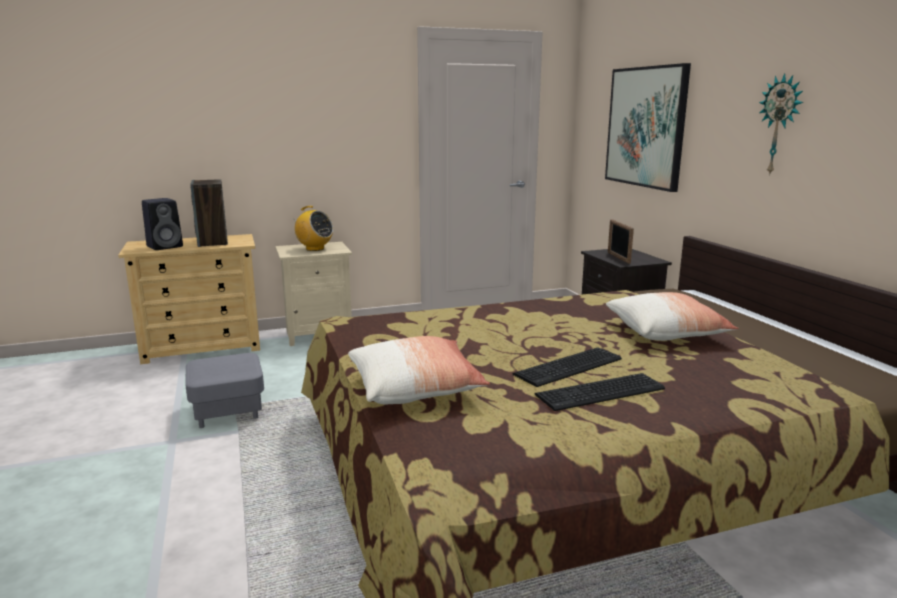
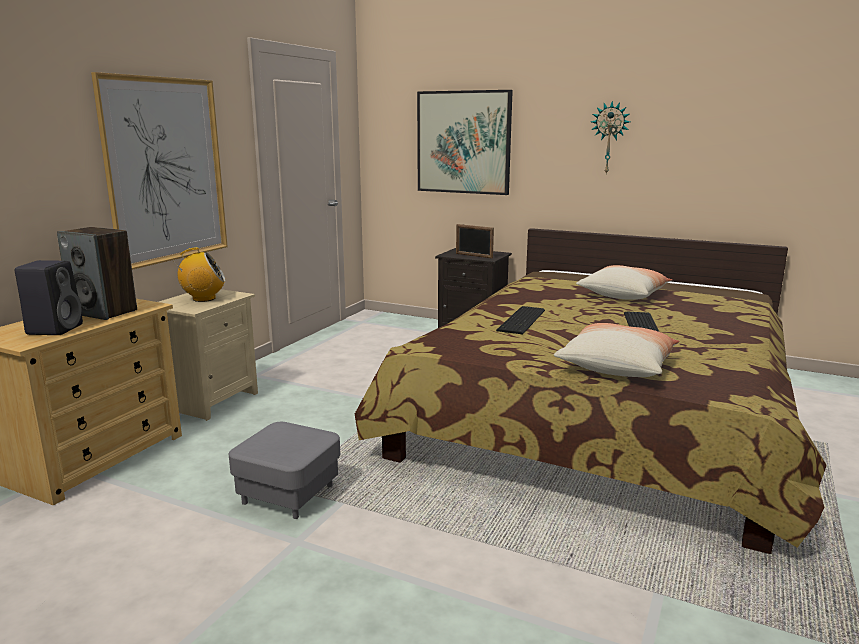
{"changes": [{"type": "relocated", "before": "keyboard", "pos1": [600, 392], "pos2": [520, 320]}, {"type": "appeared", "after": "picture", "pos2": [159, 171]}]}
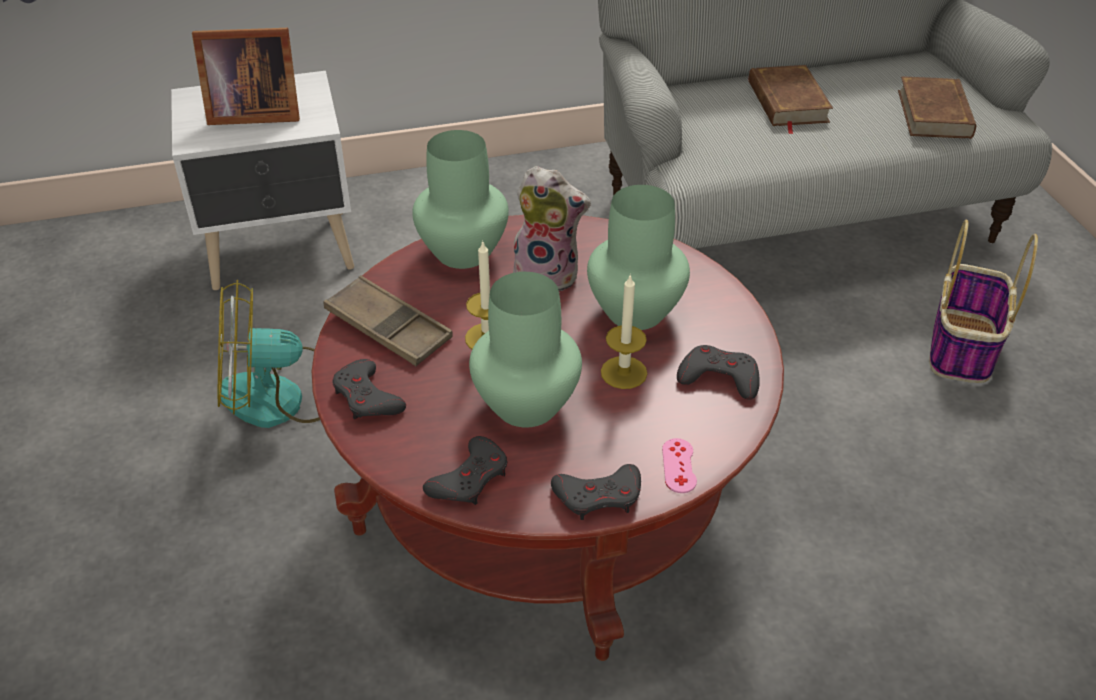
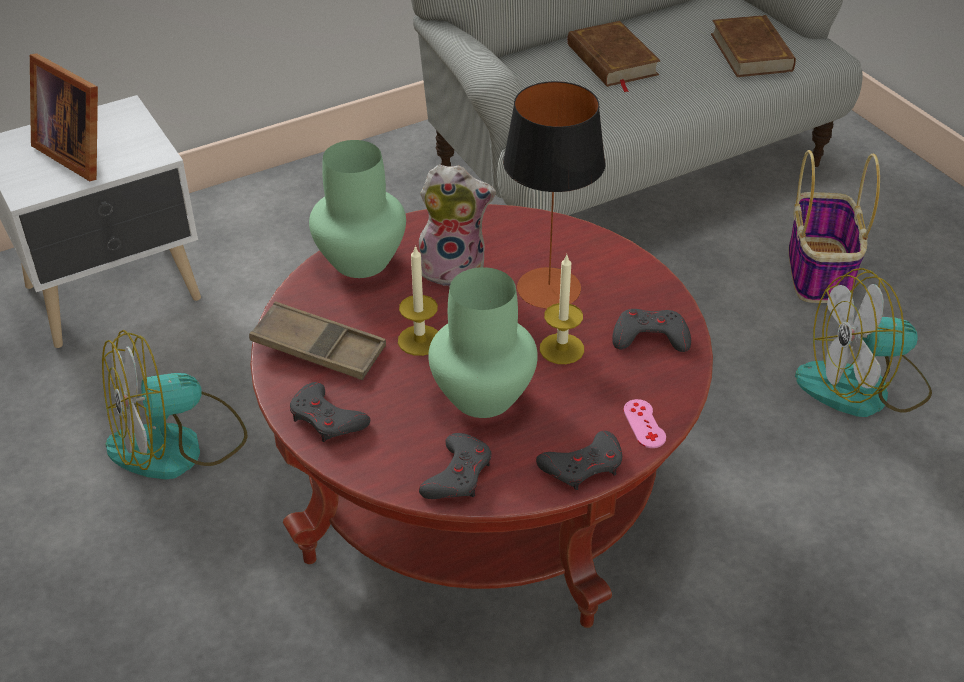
{"changes": [{"type": "spun", "before": "picture frame", "pos1": [246, 76], "pos2": [64, 117], "turn": 60}, {"type": "exchanged", "before": "vase/green", "after": "table lamp", "pos1": [638, 257], "pos2": [554, 195]}, {"type": "appeared", "after": "fan", "pos2": [863, 342]}]}
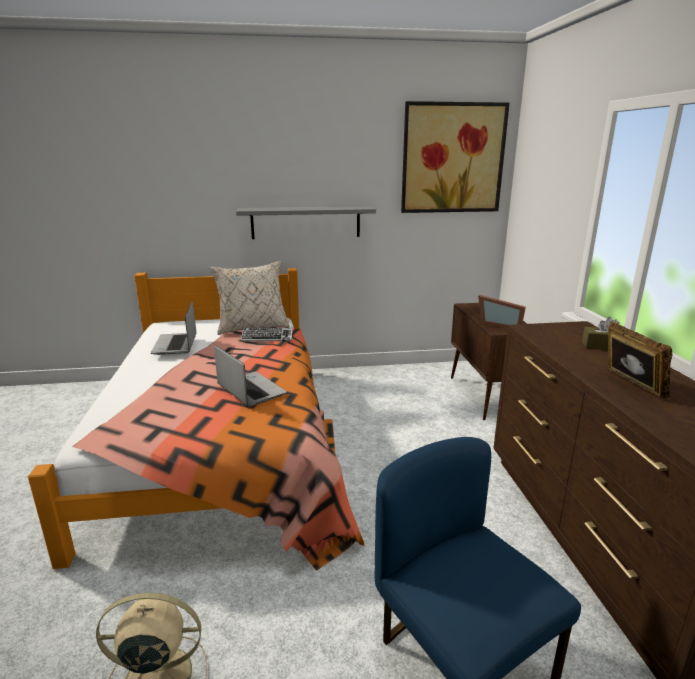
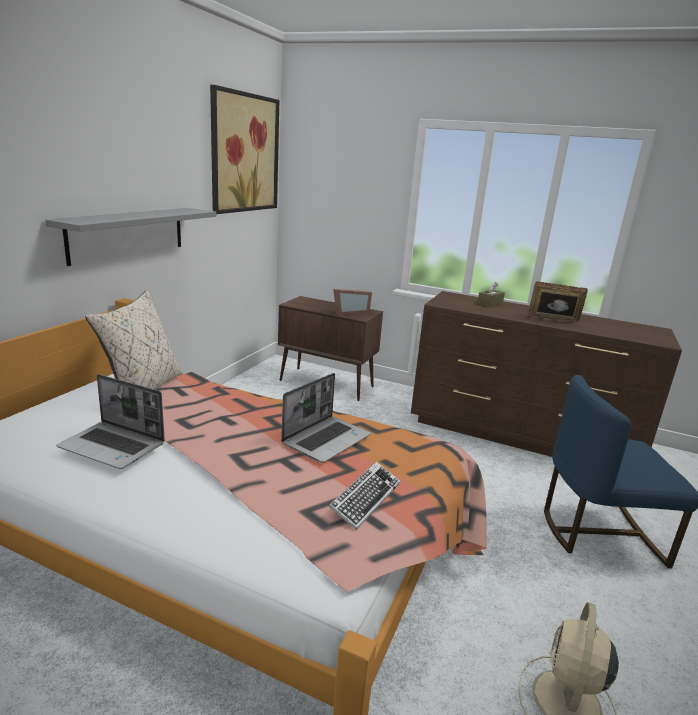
{"changes": [{"type": "spun", "before": "laptop", "pos1": [250, 375], "pos2": [326, 418], "turn": 135}, {"type": "relocated", "before": "keyboard", "pos1": [267, 334], "pos2": [364, 496]}]}
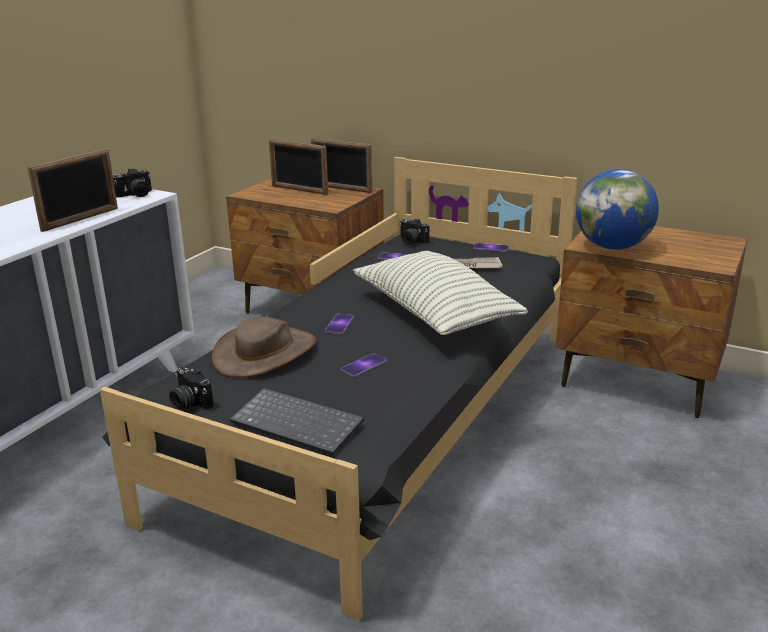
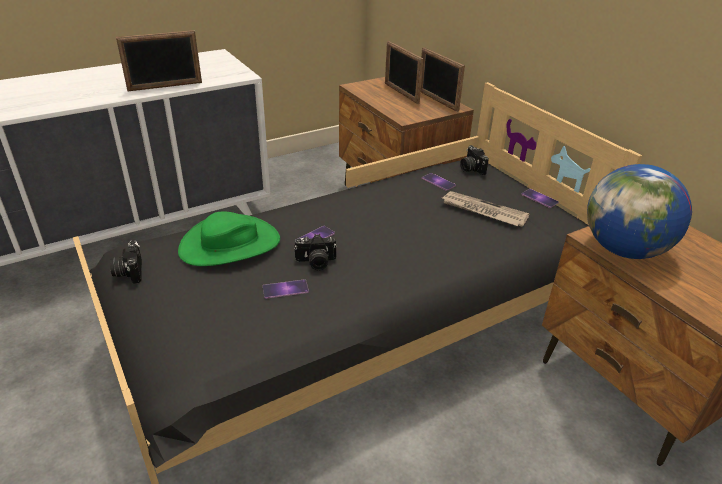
{"changes": [{"type": "relocated", "before": "photo camera", "pos1": [132, 182], "pos2": [315, 252]}, {"type": "colour", "before": "hat/brown", "after": "hat/green", "pos1": [264, 347], "pos2": [229, 239]}, {"type": "missing", "before": "keyboard", "pos1": [297, 421]}, {"type": "missing", "before": "pillow", "pos1": [440, 293]}]}
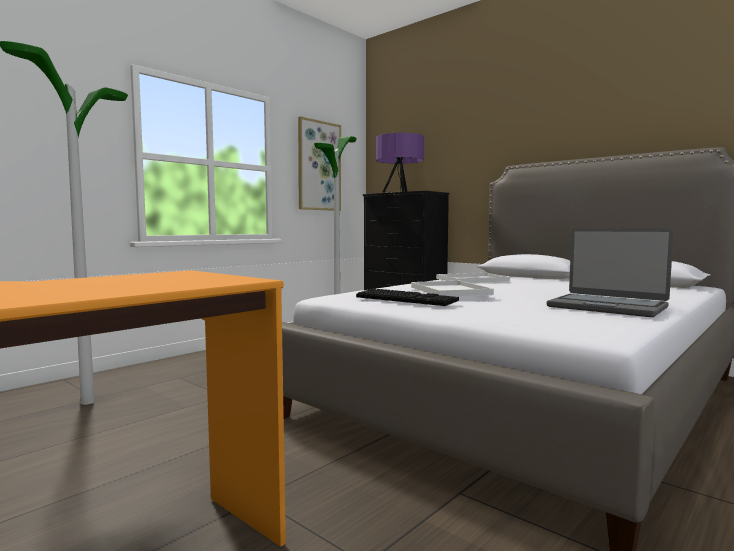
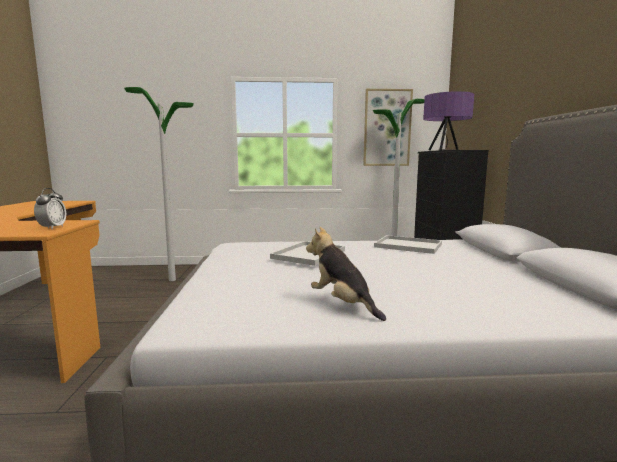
{"changes": [{"type": "missing", "before": "keyboard", "pos1": [407, 297]}, {"type": "exchanged", "before": "laptop", "after": "plush toy", "pos1": [610, 272], "pos2": [346, 274]}, {"type": "appeared", "after": "alarm clock", "pos2": [50, 208]}]}
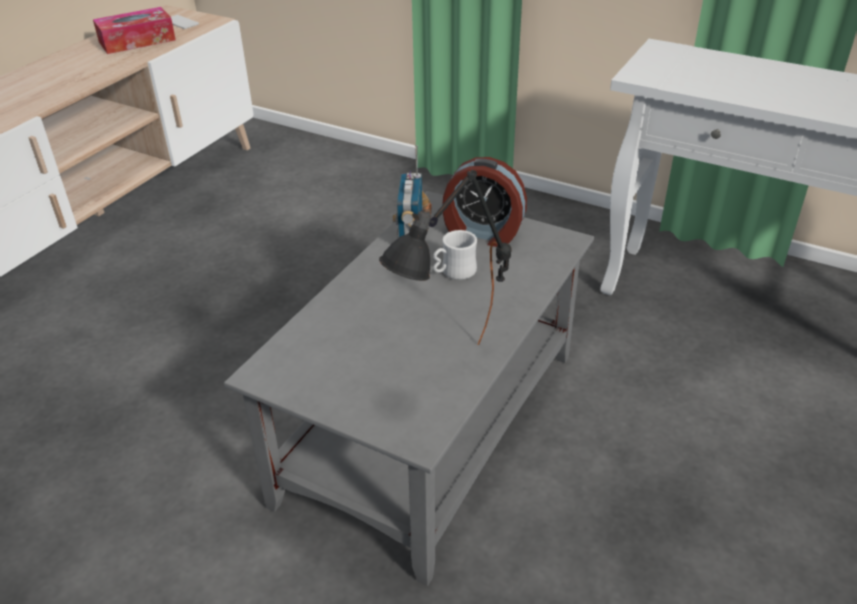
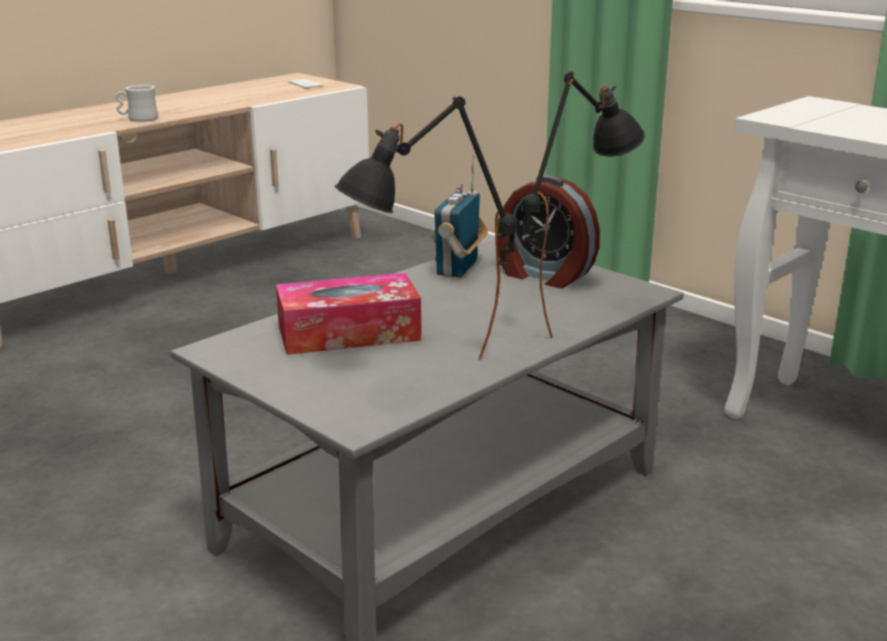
{"changes": [{"type": "relocated", "before": "tissue box", "pos1": [134, 30], "pos2": [348, 314]}, {"type": "relocated", "before": "mug/white", "pos1": [455, 255], "pos2": [136, 103]}, {"type": "appeared", "after": "table lamp/black", "pos2": [583, 204]}]}
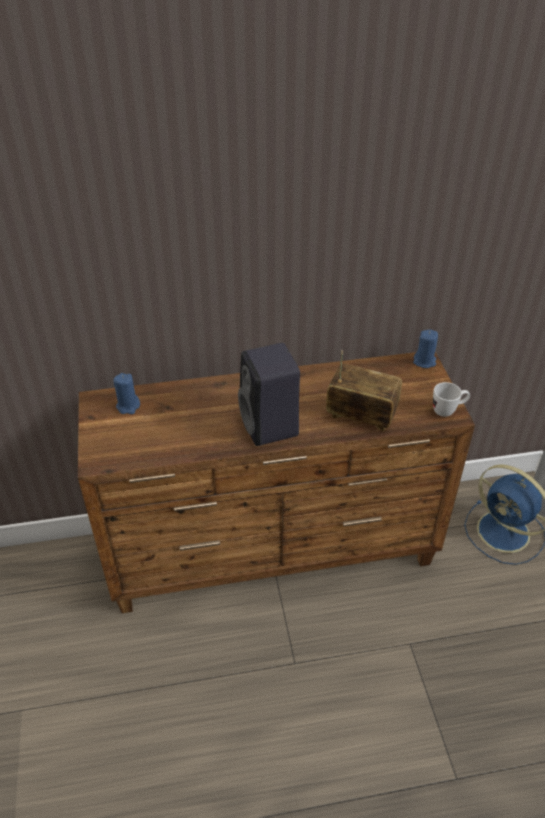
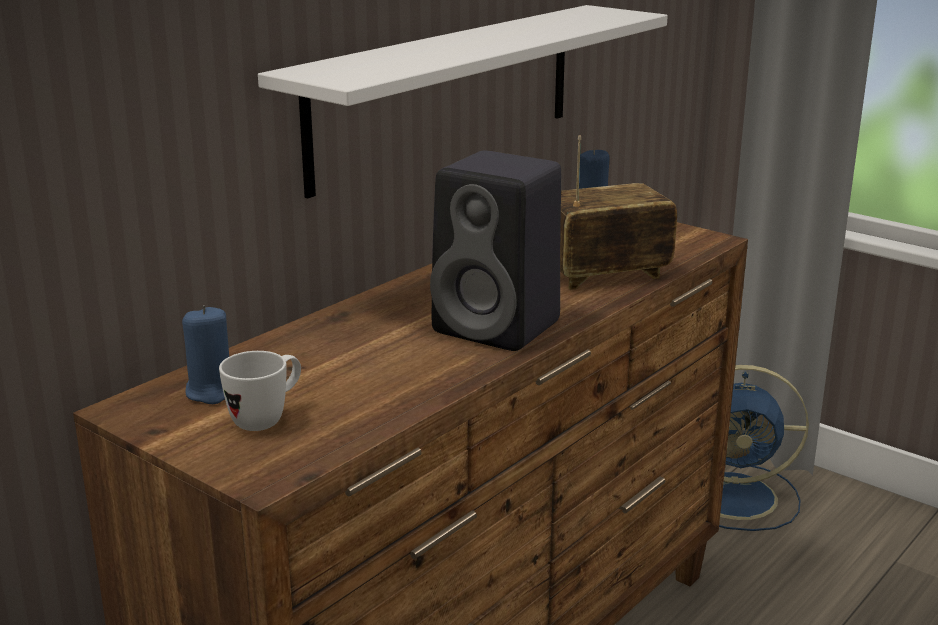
{"changes": [{"type": "relocated", "before": "mug/white", "pos1": [451, 399], "pos2": [260, 391]}, {"type": "appeared", "after": "shelf/white", "pos2": [463, 102]}]}
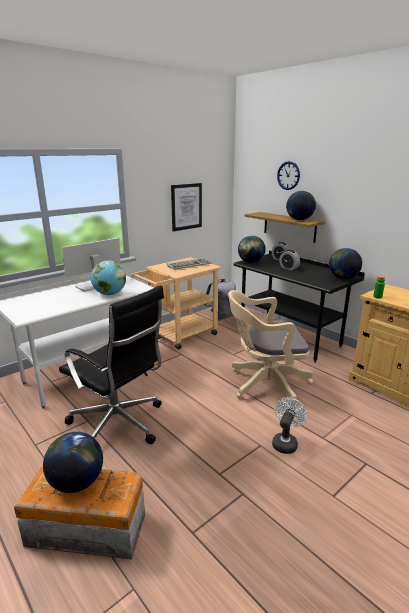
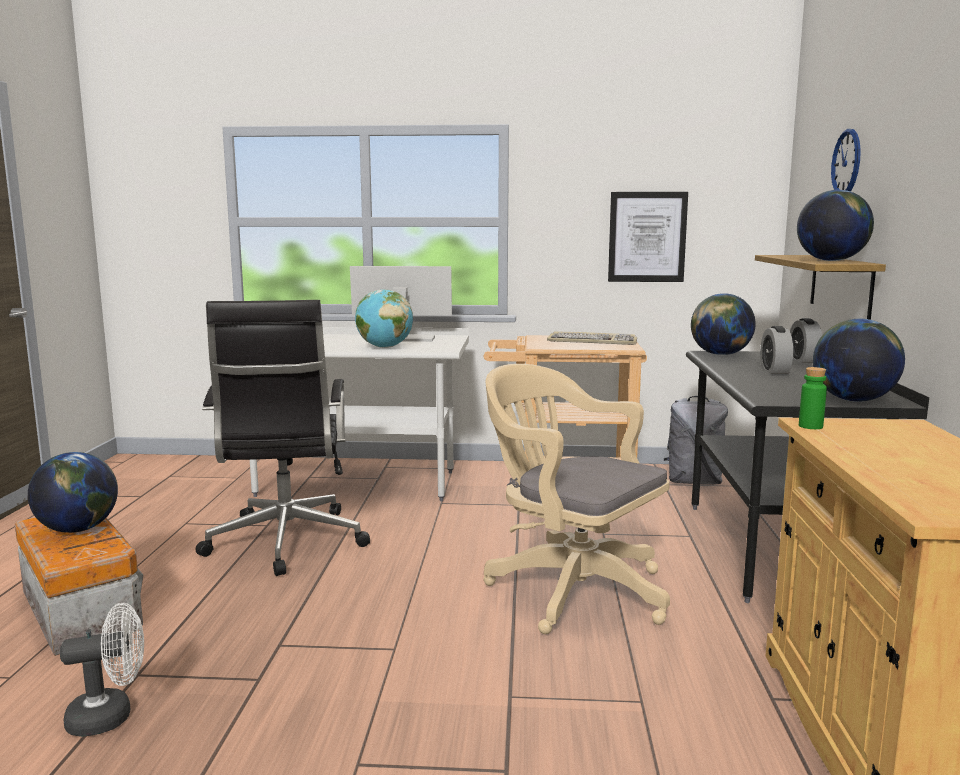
{"changes": [{"type": "relocated", "before": "fan/white", "pos1": [289, 425], "pos2": [102, 670]}]}
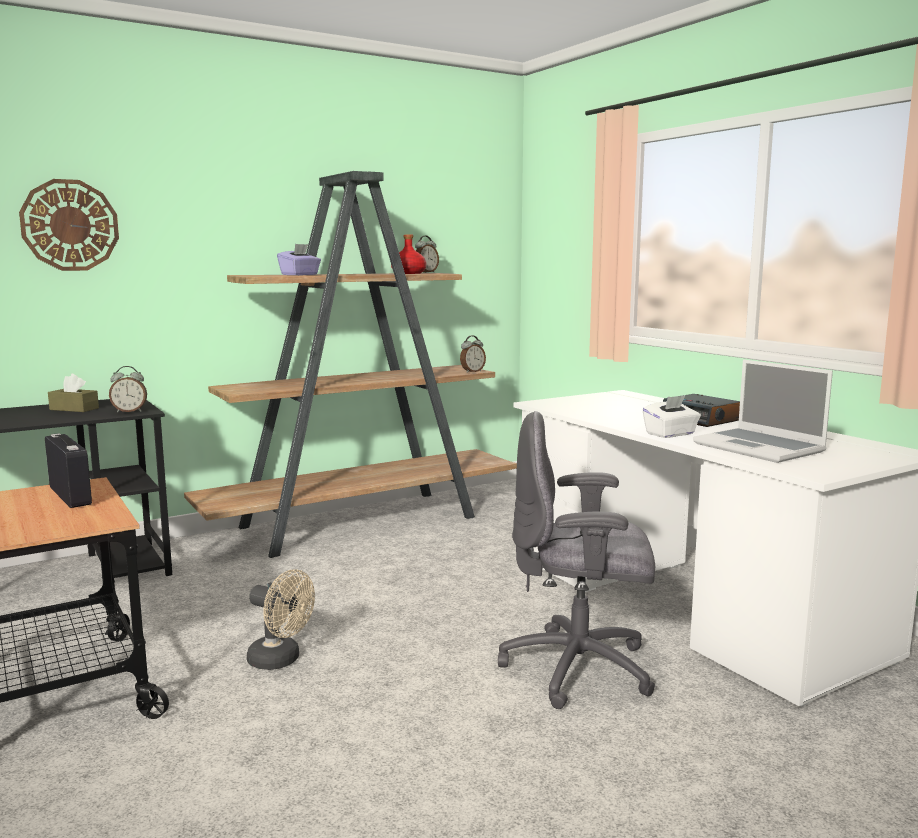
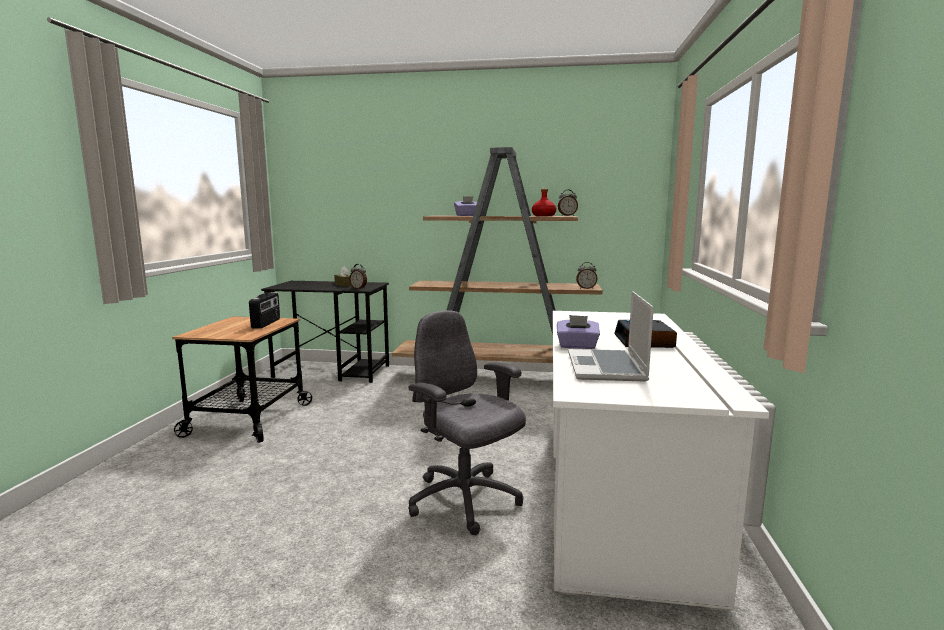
{"changes": [{"type": "missing", "before": "wall clock", "pos1": [69, 225]}, {"type": "missing", "before": "fan/beige", "pos1": [281, 619]}, {"type": "colour", "before": "tissue box/white", "after": "tissue box/purple", "pos1": [672, 416], "pos2": [578, 332]}]}
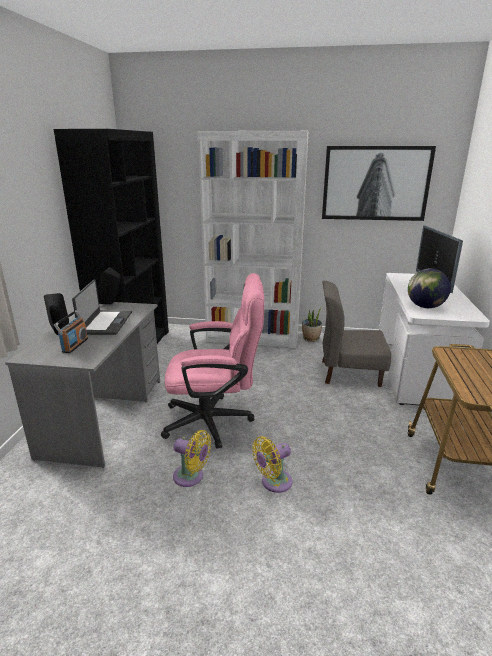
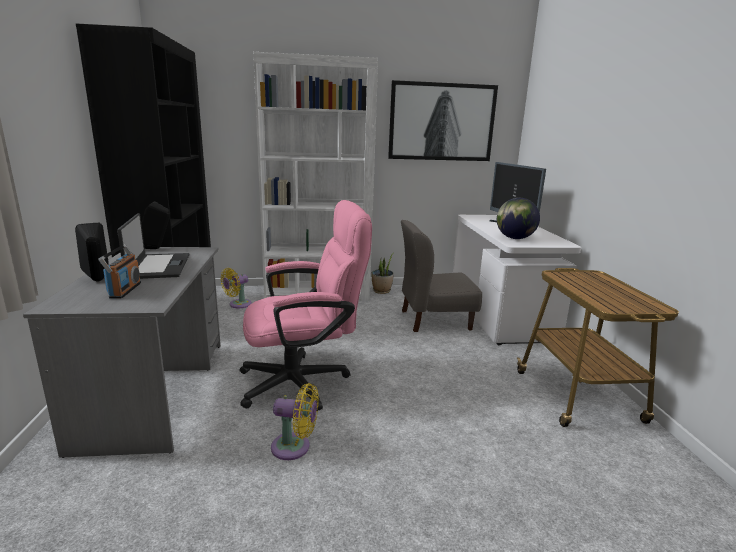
{"changes": [{"type": "relocated", "before": "fan/yellow", "pos1": [272, 464], "pos2": [236, 288]}]}
